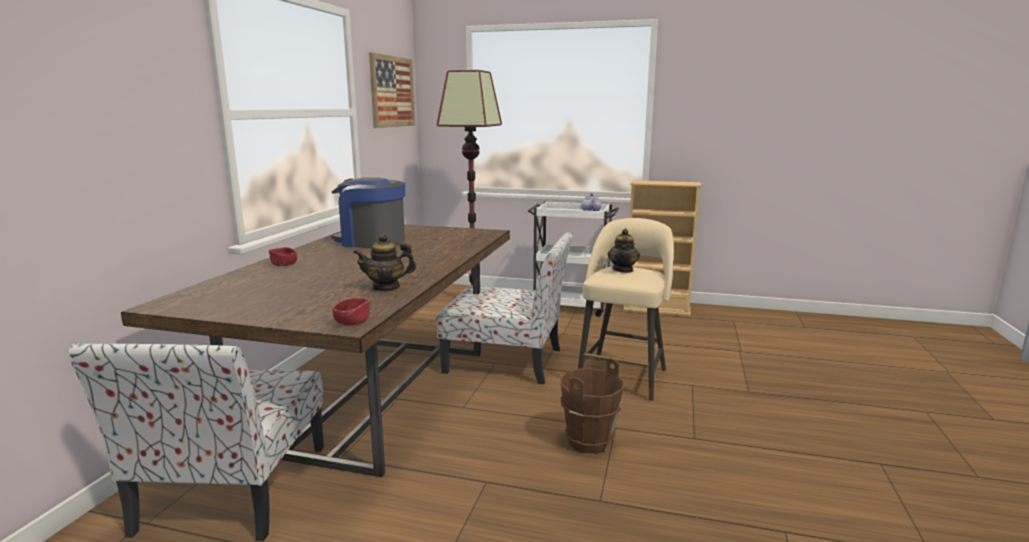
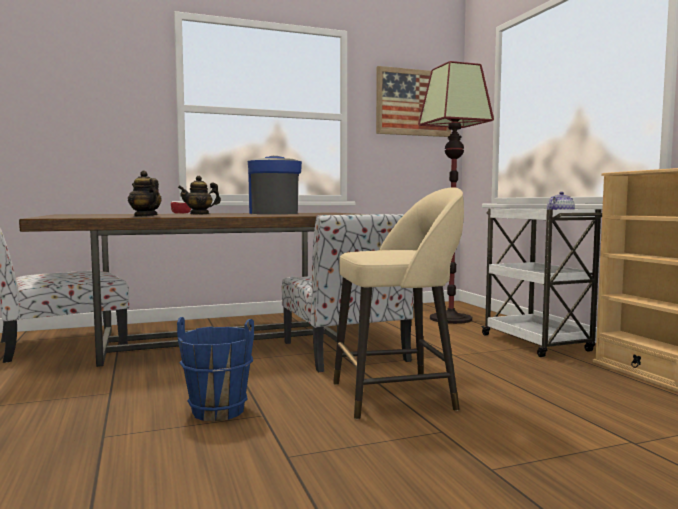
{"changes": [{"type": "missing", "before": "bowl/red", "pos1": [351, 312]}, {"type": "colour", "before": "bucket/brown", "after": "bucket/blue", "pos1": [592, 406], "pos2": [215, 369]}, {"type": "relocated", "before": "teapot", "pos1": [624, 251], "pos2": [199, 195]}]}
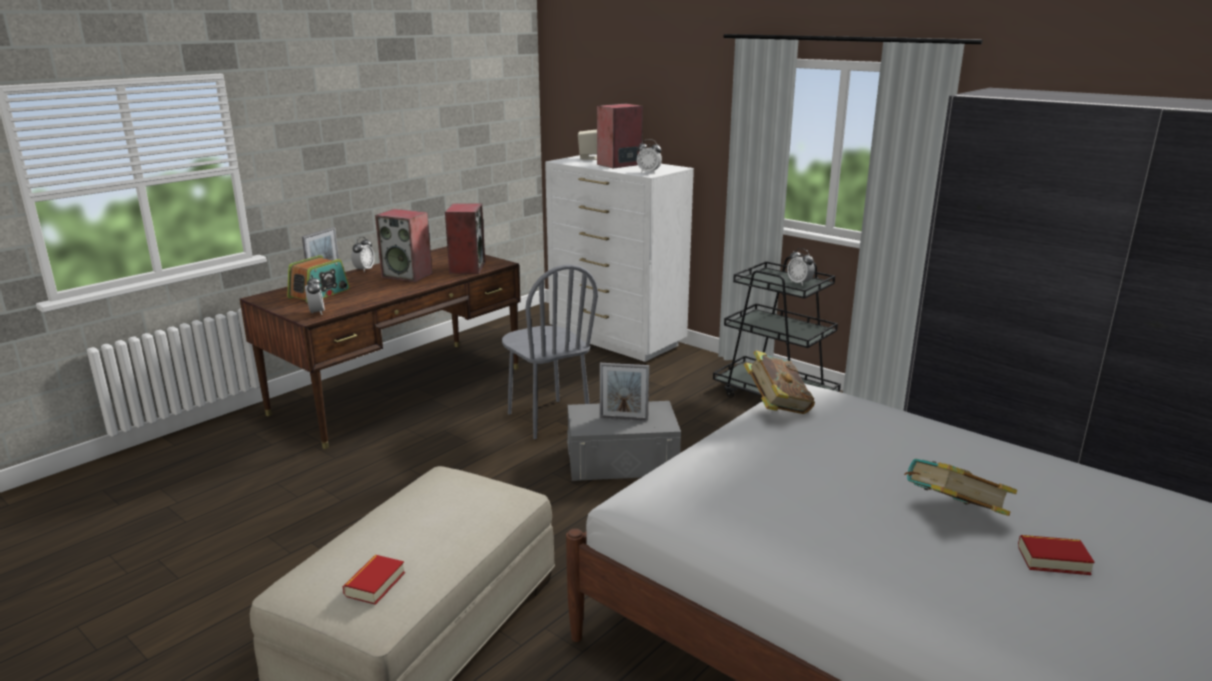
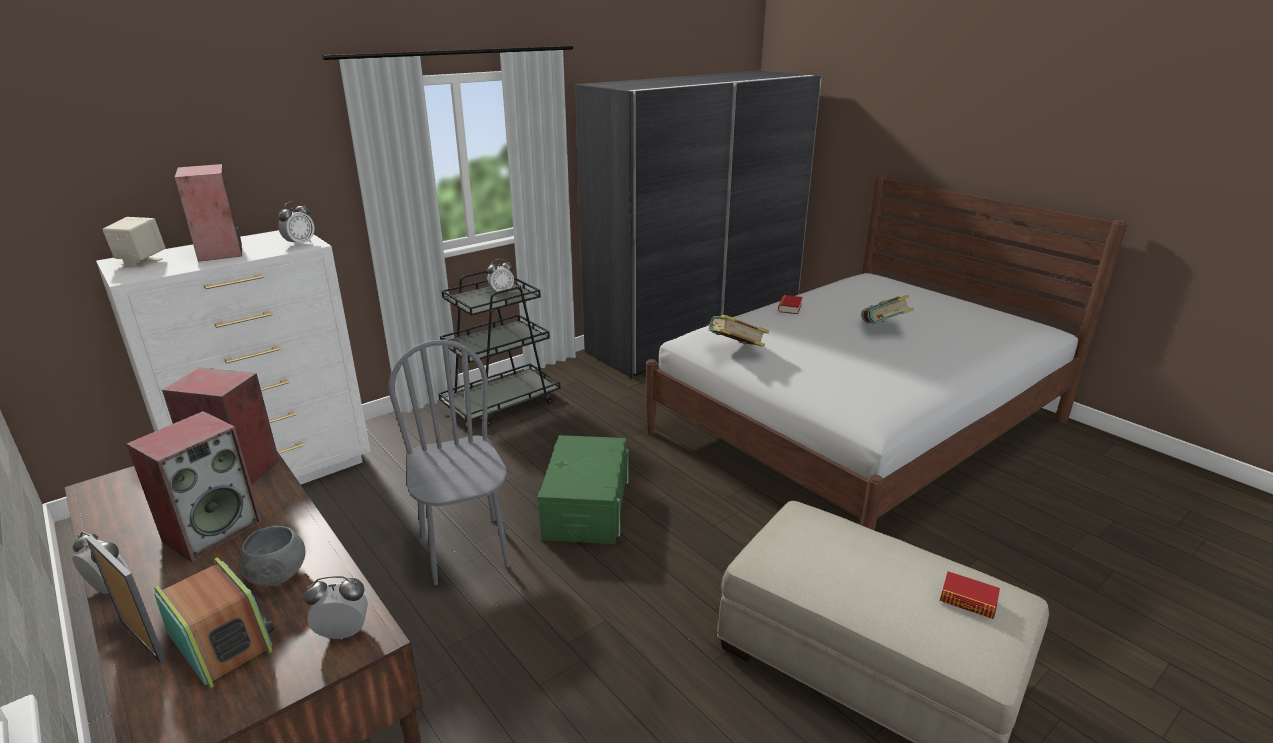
{"changes": [{"type": "spun", "before": "chair/grey", "pos1": [550, 351], "pos2": [449, 462], "turn": -90}, {"type": "colour", "before": "storage box/grey", "after": "storage box/green", "pos1": [624, 441], "pos2": [583, 489]}, {"type": "missing", "before": "picture frame", "pos1": [624, 392]}, {"type": "relocated", "before": "book", "pos1": [1056, 555], "pos2": [790, 304]}, {"type": "appeared", "after": "bowl/grey", "pos2": [272, 556]}]}
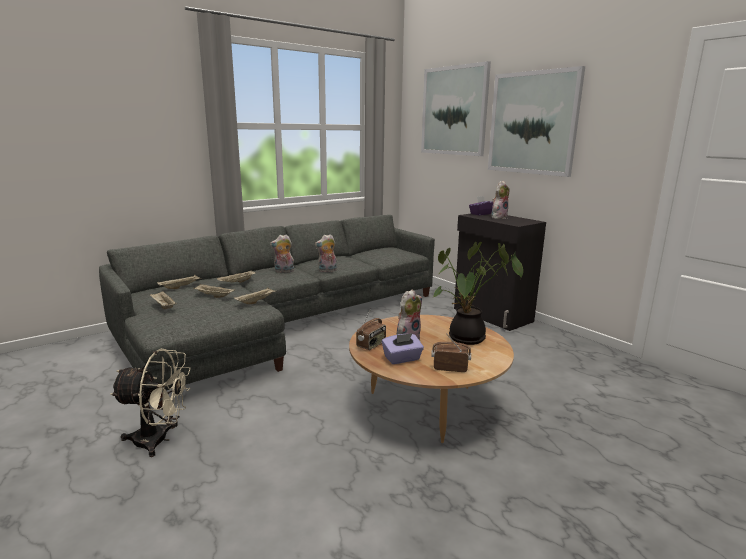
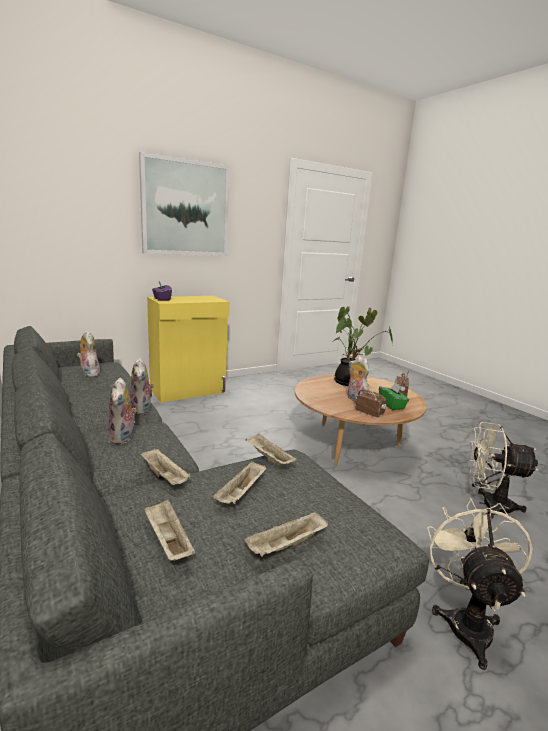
{"changes": [{"type": "colour", "before": "tissue box/purple", "after": "tissue box/green", "pos1": [403, 348], "pos2": [394, 396]}, {"type": "missing", "before": "picture", "pos1": [456, 108]}, {"type": "colour", "before": "cabinet/black", "after": "cabinet/yellow", "pos1": [500, 272], "pos2": [188, 349]}, {"type": "relocated", "before": "plush toy", "pos1": [500, 200], "pos2": [88, 353]}, {"type": "appeared", "after": "fan/beige", "pos2": [503, 470]}]}
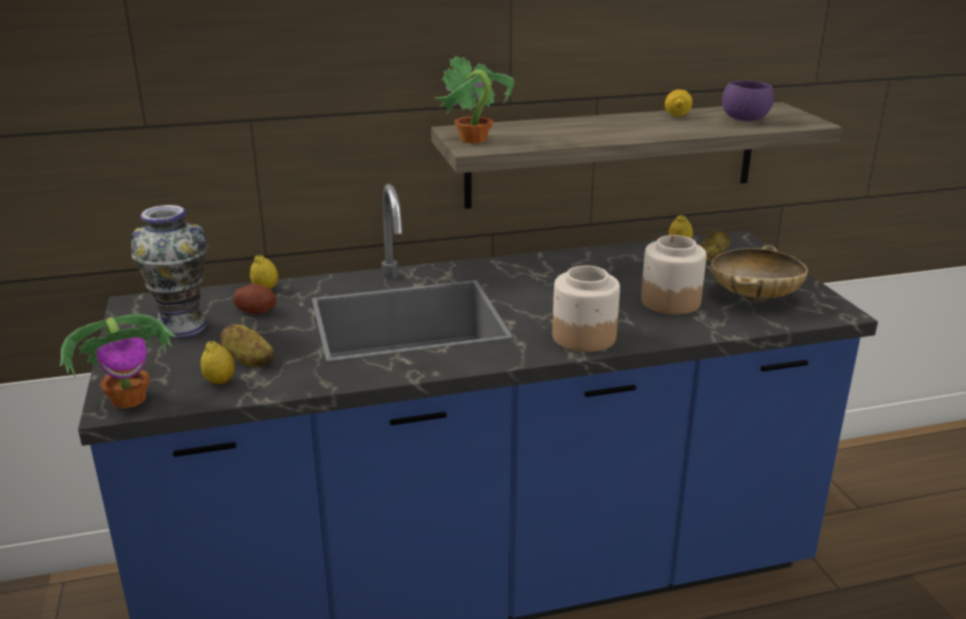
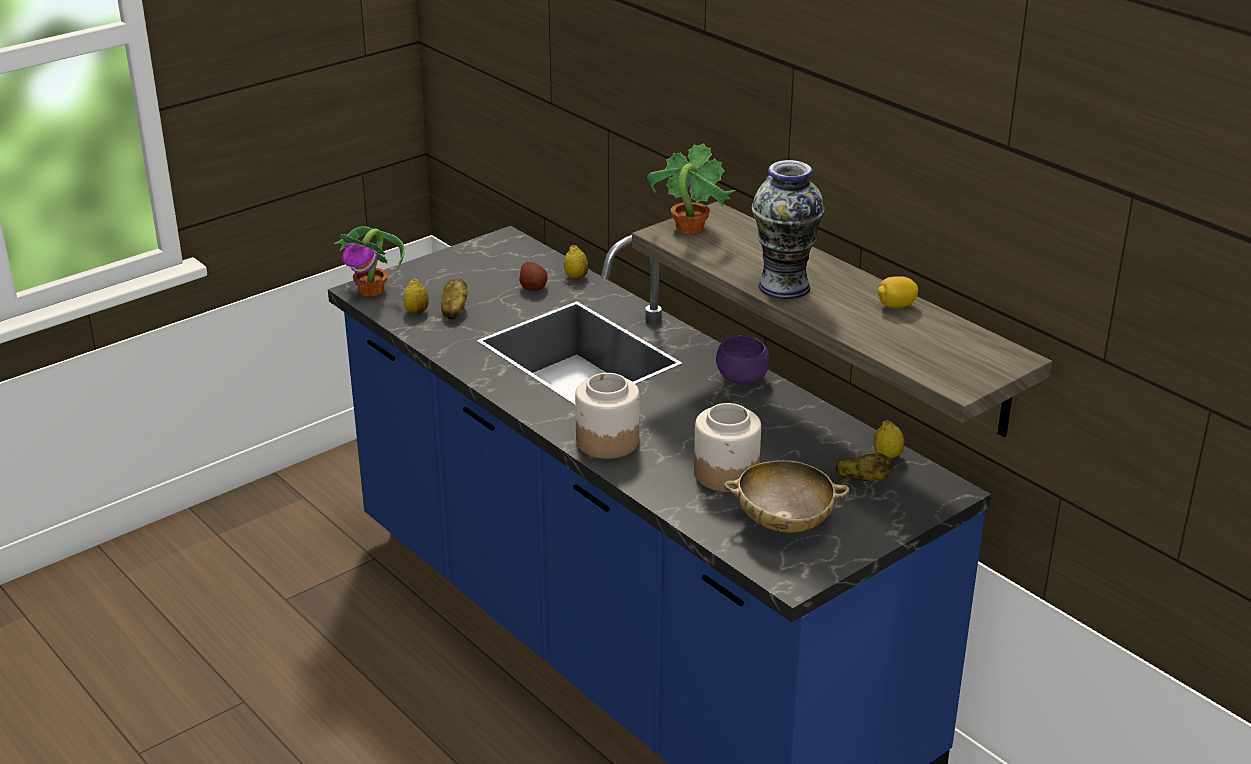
{"changes": [{"type": "relocated", "before": "vase", "pos1": [170, 272], "pos2": [788, 229]}, {"type": "relocated", "before": "bowl/purple", "pos1": [748, 101], "pos2": [743, 359]}]}
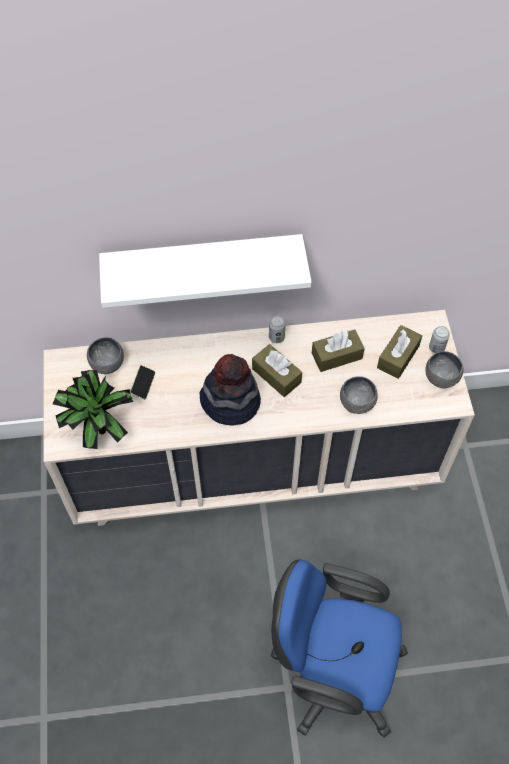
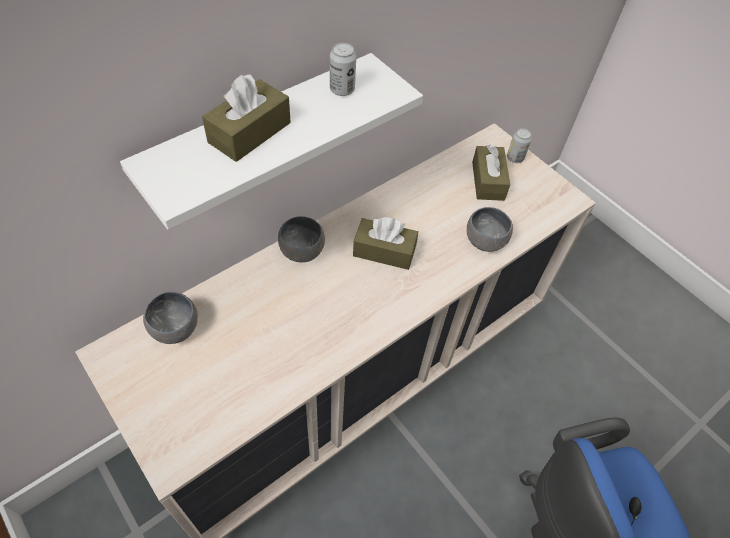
{"changes": [{"type": "missing", "before": "potted plant", "pos1": [93, 409]}, {"type": "missing", "before": "phone", "pos1": [142, 382]}, {"type": "missing", "before": "hat", "pos1": [230, 390]}, {"type": "relocated", "before": "can", "pos1": [277, 329], "pos2": [343, 69]}, {"type": "relocated", "before": "tissue box/brown", "pos1": [338, 350], "pos2": [246, 118]}, {"type": "relocated", "before": "bowl/grey", "pos1": [444, 369], "pos2": [301, 239]}]}
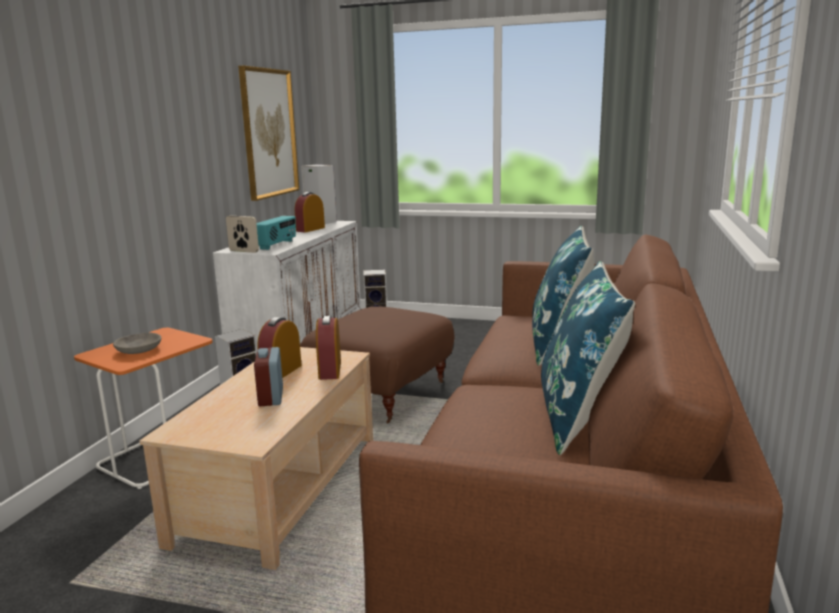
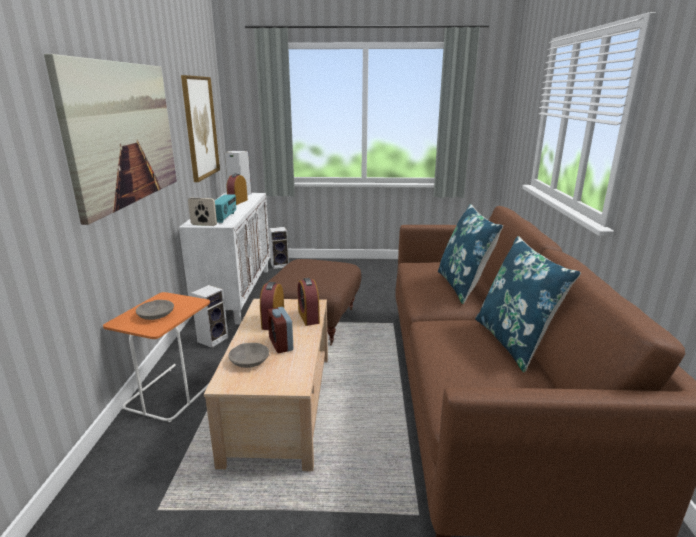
{"changes": [{"type": "appeared", "after": "picture", "pos2": [110, 139]}, {"type": "appeared", "after": "bowl/grey", "pos2": [249, 355]}]}
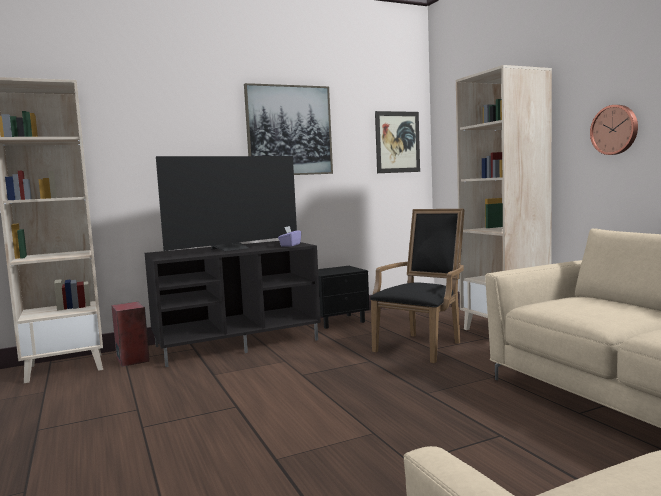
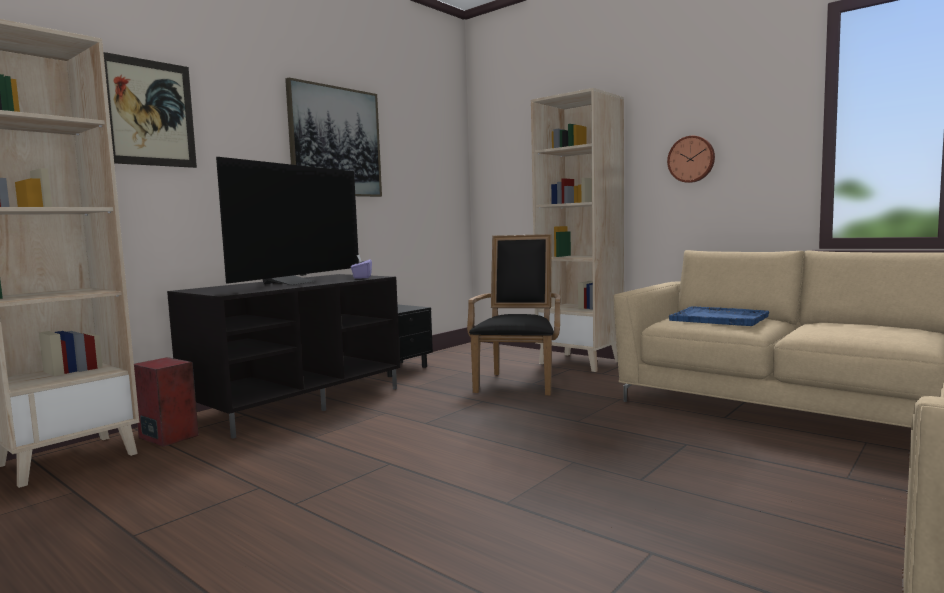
{"changes": [{"type": "relocated", "before": "picture", "pos1": [397, 142], "pos2": [150, 110]}, {"type": "appeared", "after": "tray/blue", "pos2": [719, 316]}]}
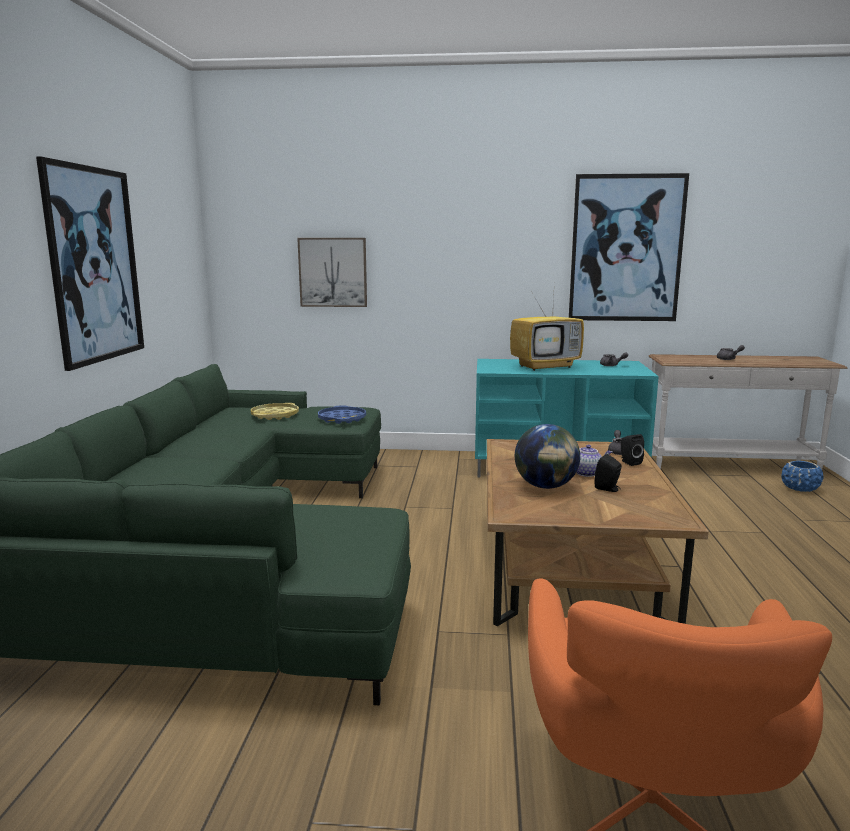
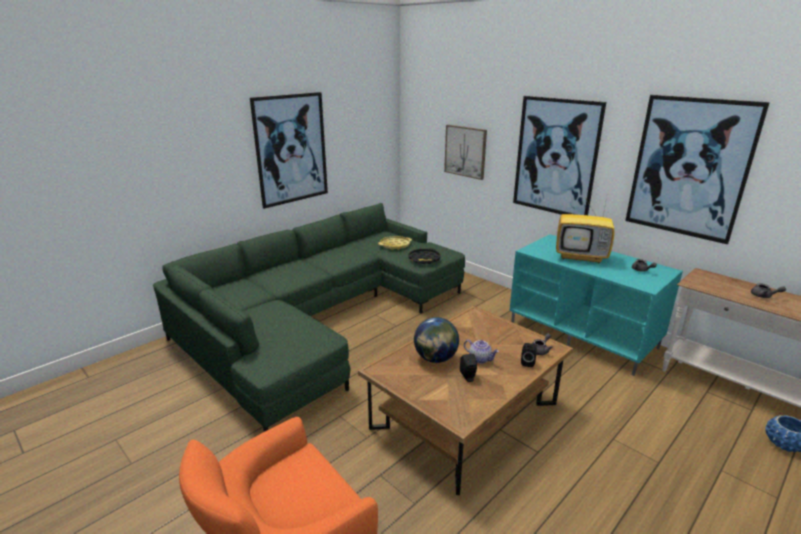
{"changes": [{"type": "colour", "before": "tray/blue", "after": "tray/black", "pos1": [342, 414], "pos2": [424, 256]}, {"type": "appeared", "after": "picture", "pos2": [559, 155]}]}
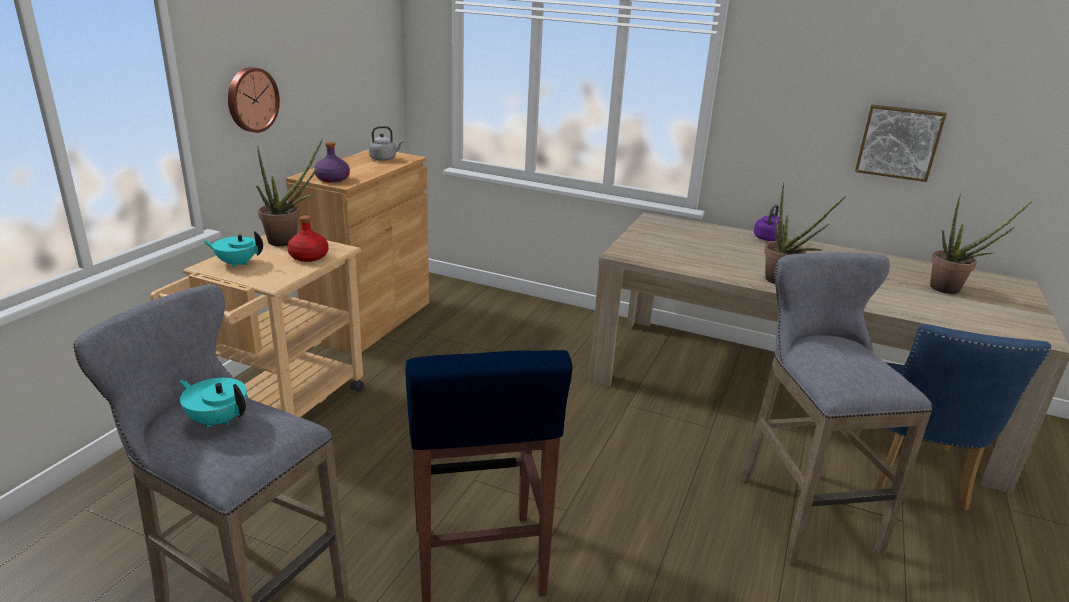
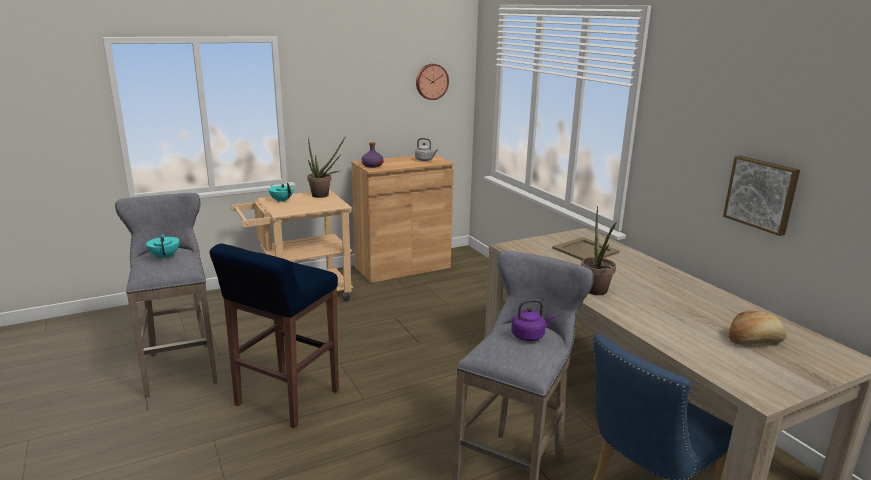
{"changes": [{"type": "relocated", "before": "wall clock", "pos1": [254, 100], "pos2": [432, 82]}, {"type": "missing", "before": "bottle/red", "pos1": [308, 238]}, {"type": "relocated", "before": "kettle/purple", "pos1": [769, 223], "pos2": [533, 320]}, {"type": "exchanged", "before": "potted plant", "after": "bread", "pos1": [982, 243], "pos2": [758, 327]}, {"type": "appeared", "after": "tray/beige", "pos2": [586, 248]}]}
